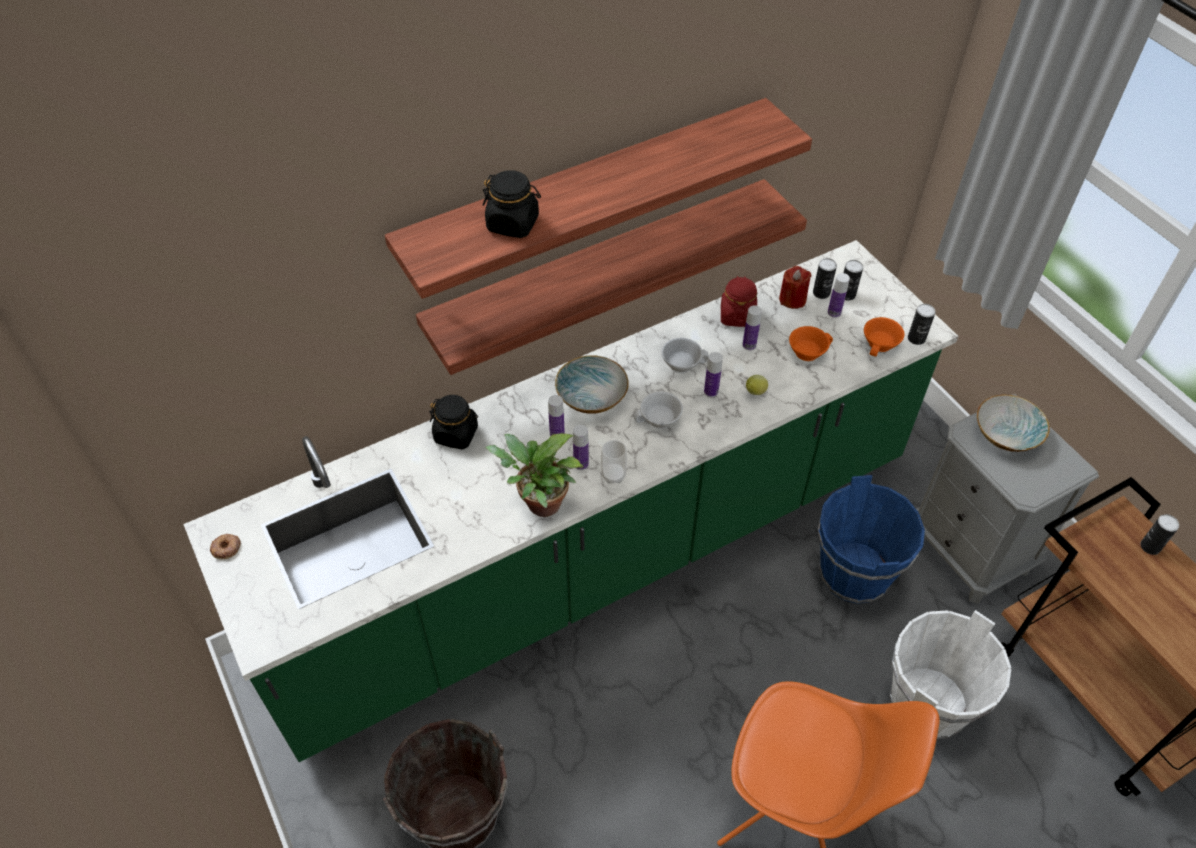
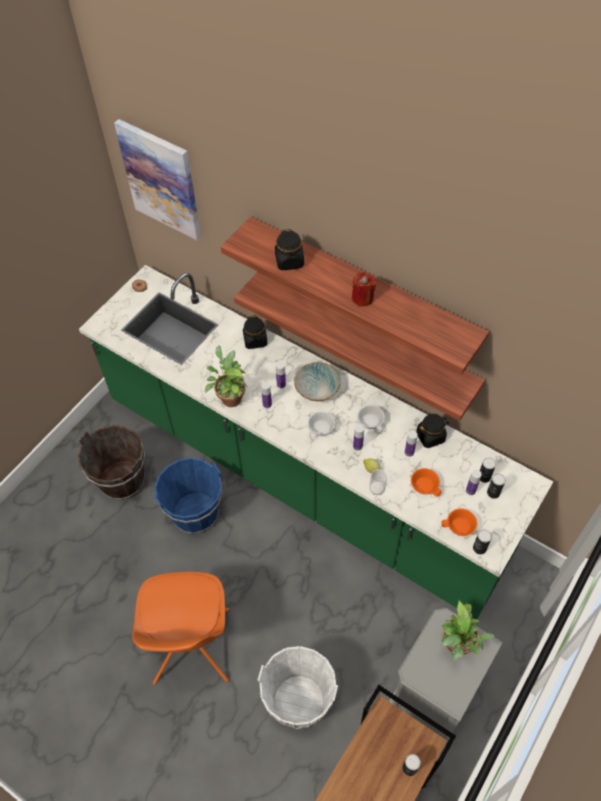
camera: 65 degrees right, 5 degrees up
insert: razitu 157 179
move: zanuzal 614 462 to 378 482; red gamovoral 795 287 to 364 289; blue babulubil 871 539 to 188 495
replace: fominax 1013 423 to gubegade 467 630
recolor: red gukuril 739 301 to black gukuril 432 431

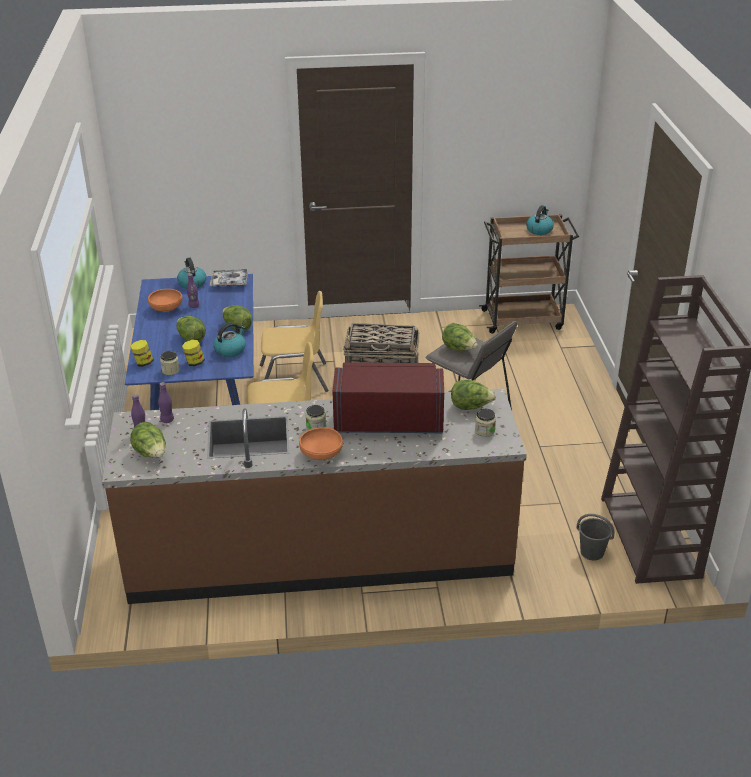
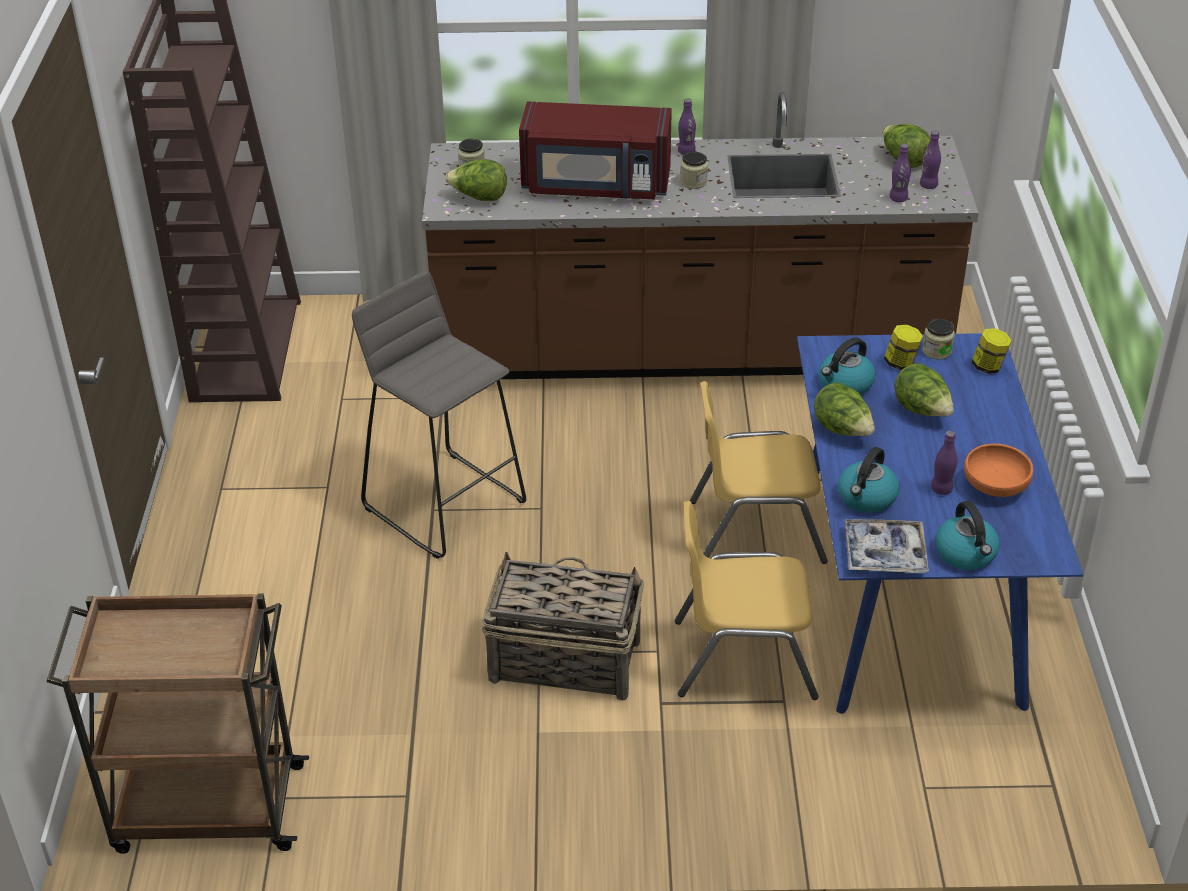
camera: 175 degrees left, 5 degrees up
delete: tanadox 460 337; grey babulubil 595 537
move: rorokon 540 220 to 868 480
replace: orange fominax 321 443 to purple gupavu 687 126

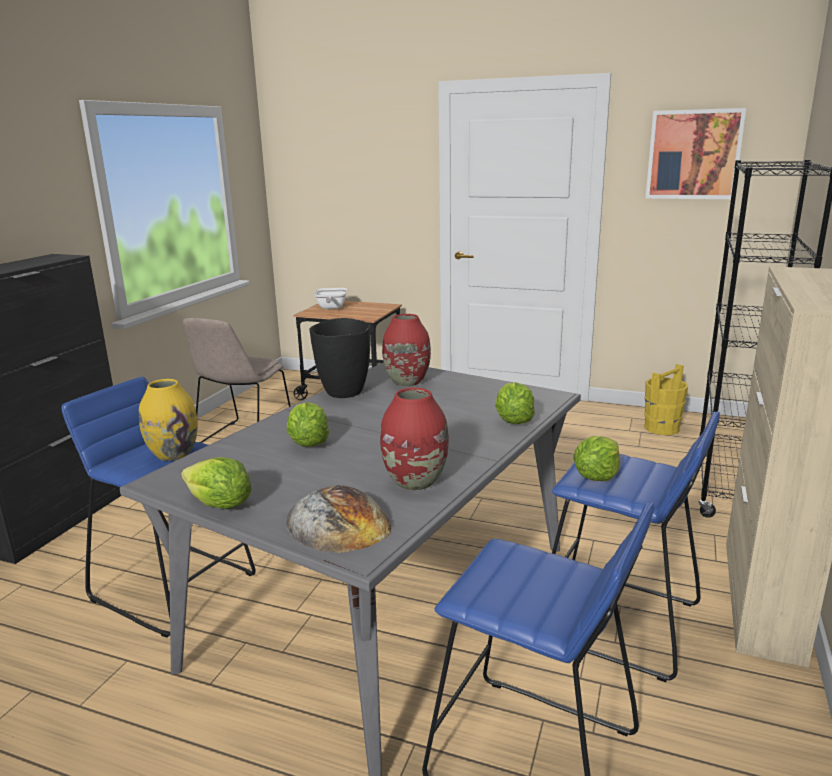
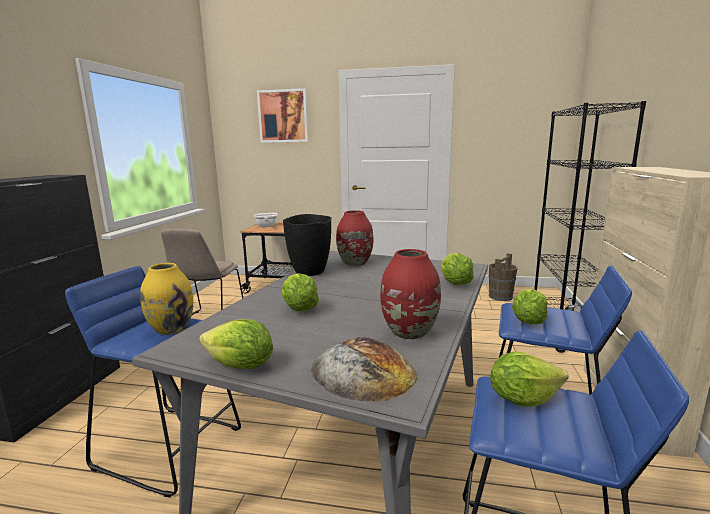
camera: 10 degrees left, 5 degrees down
insert: tanadox 529 379
move: razitu 695 153 to 283 115
recolor: yellow babulubil 666 399 to brown babulubil 503 277

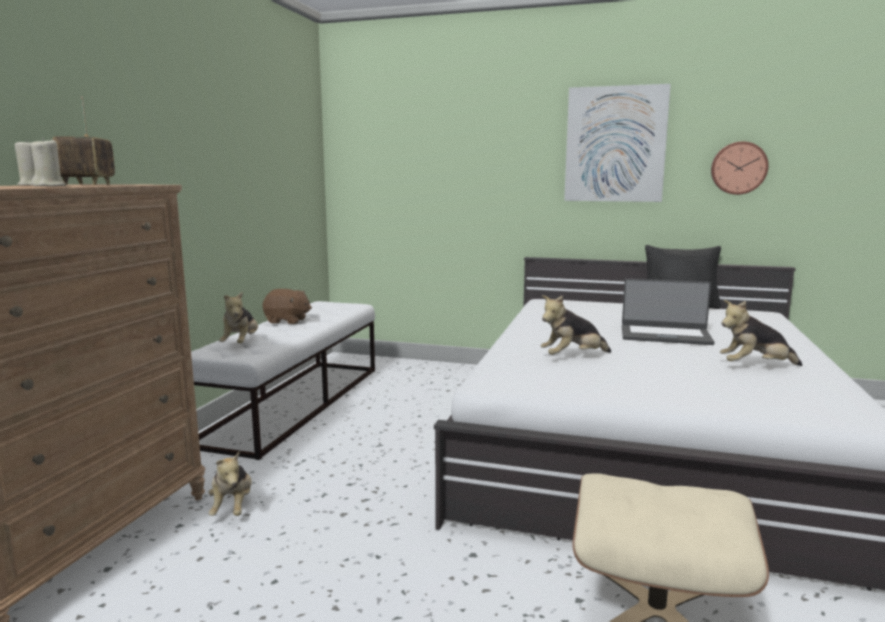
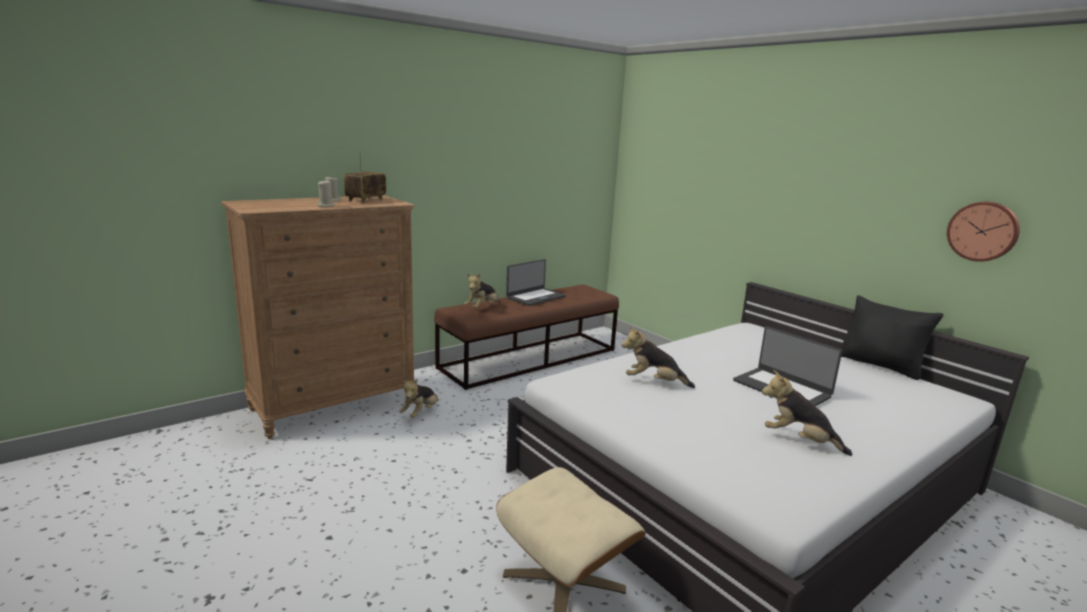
camera: 35 degrees right, 5 degrees up
delete: razitu 617 143
replace: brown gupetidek 287 306 to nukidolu 536 282
recolor: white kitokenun 283 380 to brown kitokenun 526 337

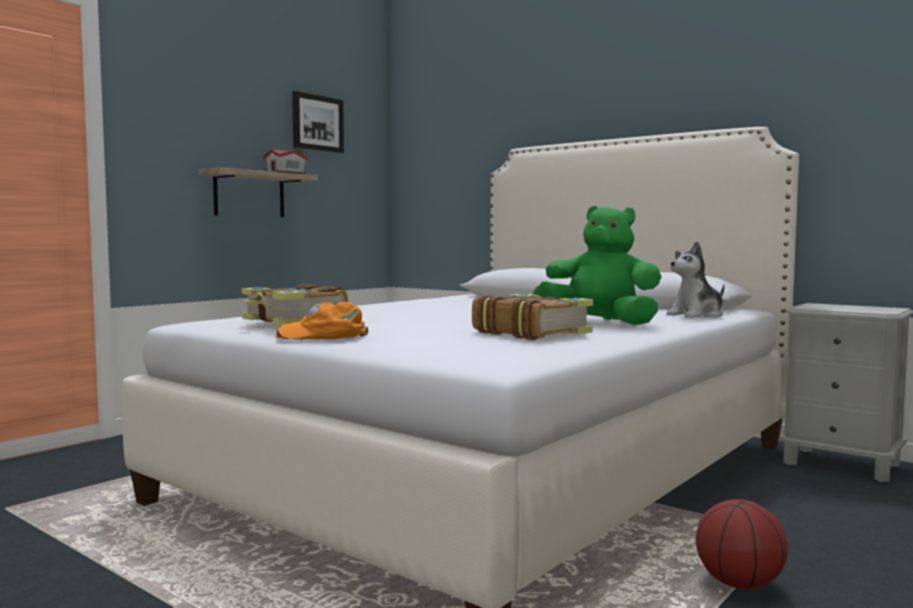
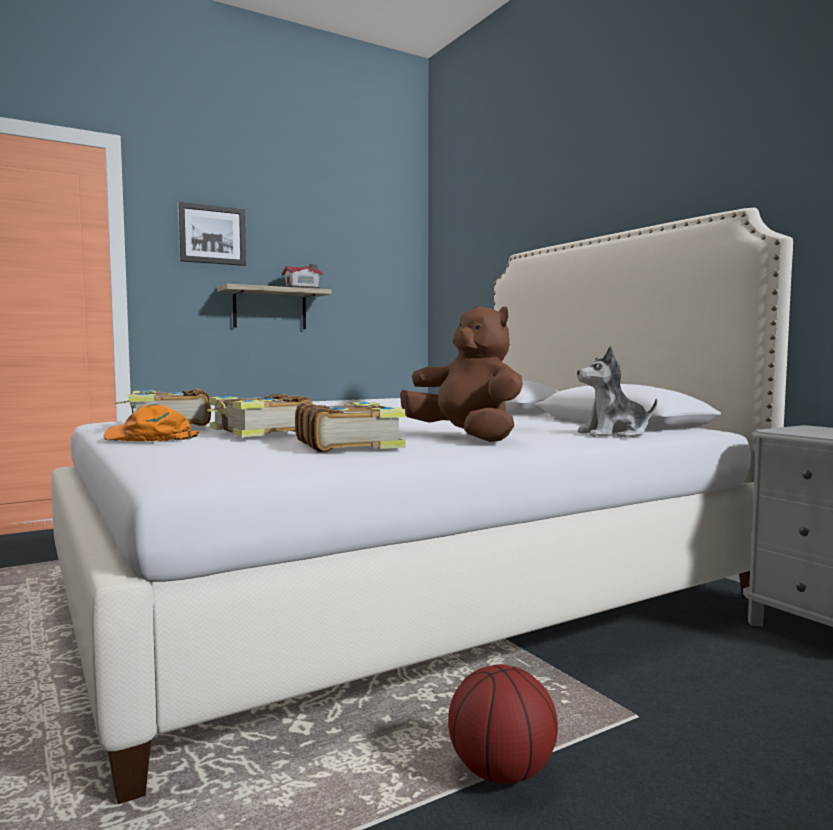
camera: 20 degrees right, 0 degrees up
insert: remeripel 260 415
move: razitu 318 122 to 212 234
recolor: green gupetidek 597 265 to brown gupetidek 461 374

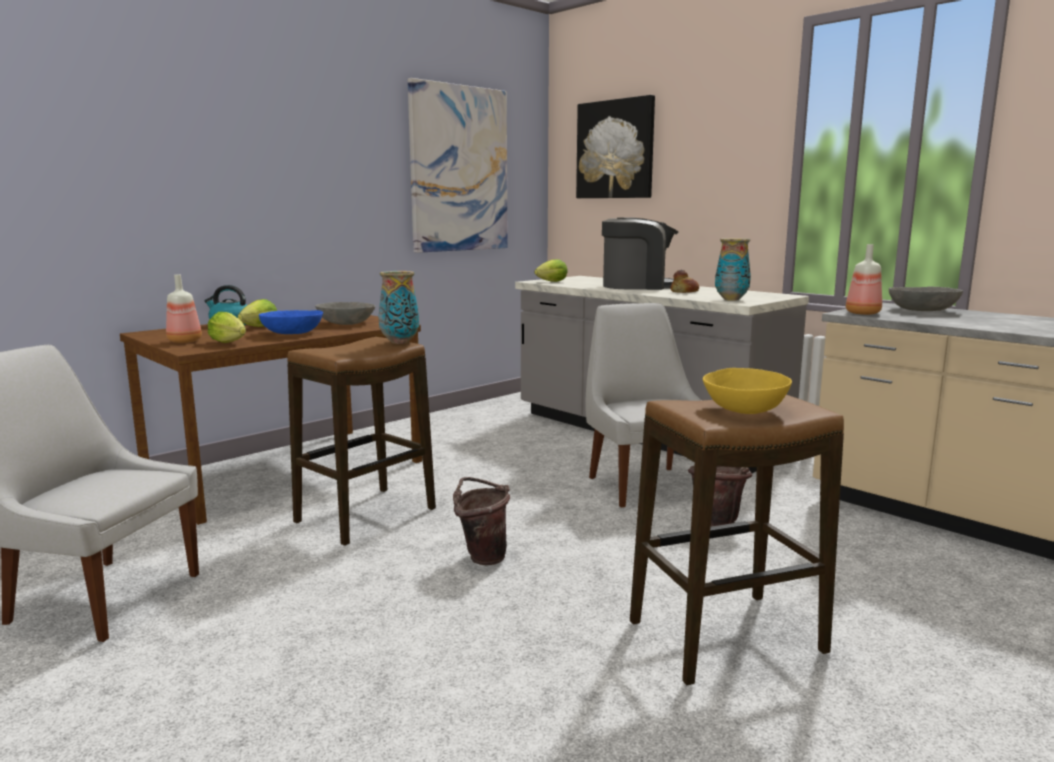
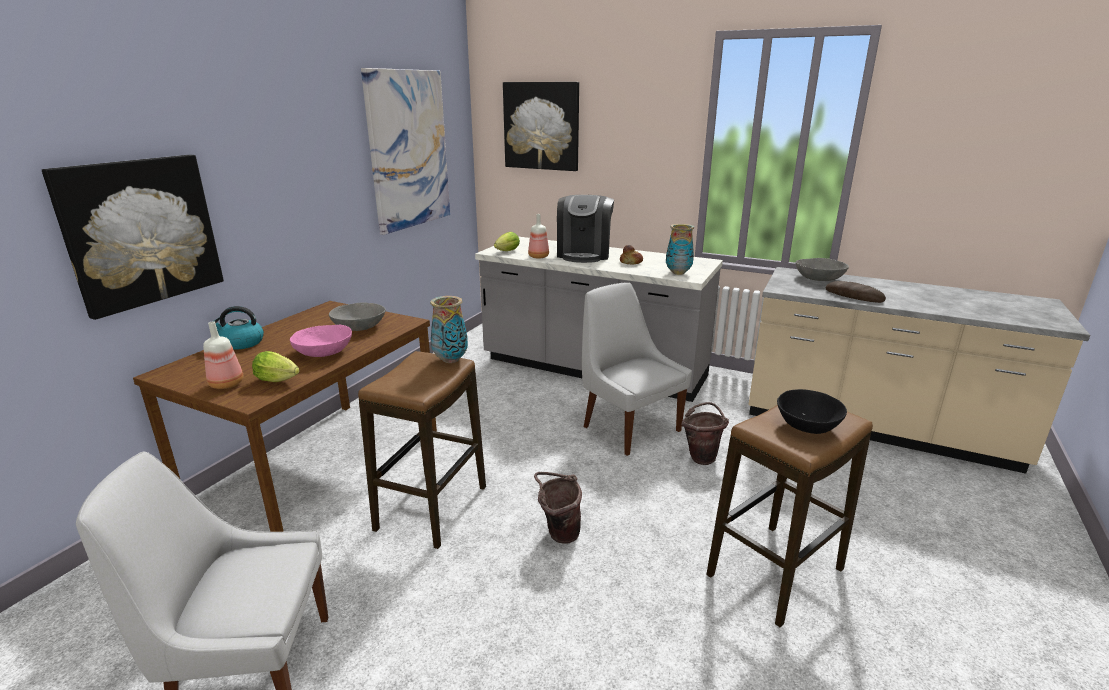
camera: 20 degrees left, 10 degrees up
delete: tanadox 257 313
insert: razitu 133 237; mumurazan 856 292
move: gupavu 864 279 to 538 236
recolor: blue fominax 291 322 to pink fominax 321 341; yellow fominax 747 391 to black fominax 812 411
rotate: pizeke 640 253 = 585 229 120 degrees clockwise

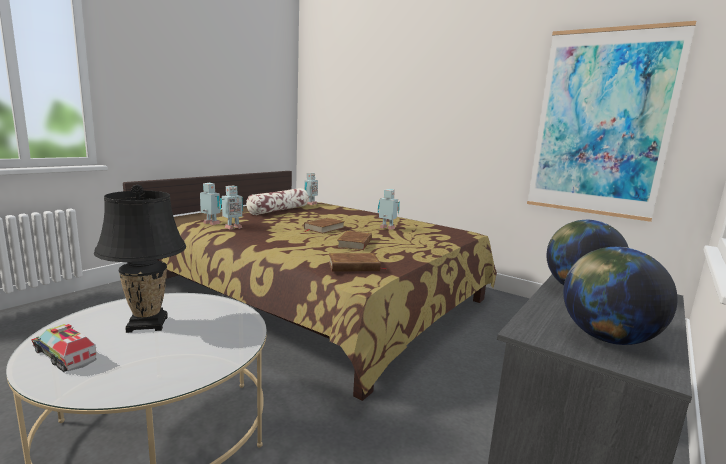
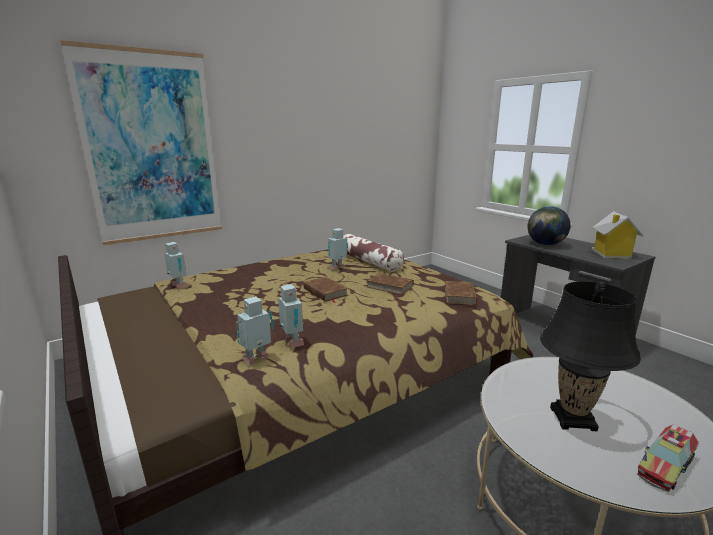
camera: 70 degrees left, 5 degrees up
move: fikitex 277 201 to 373 253; razitu 611 121 to 141 142
replace: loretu 620 296 to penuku 618 235

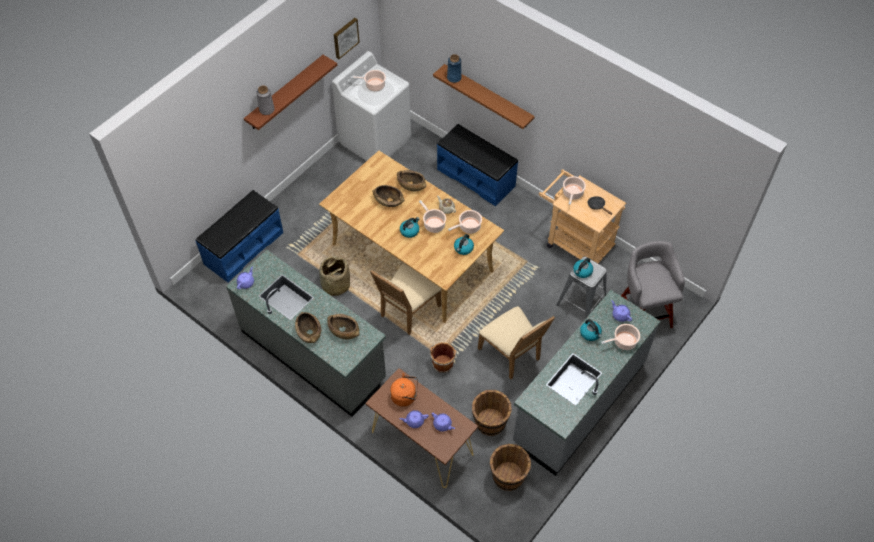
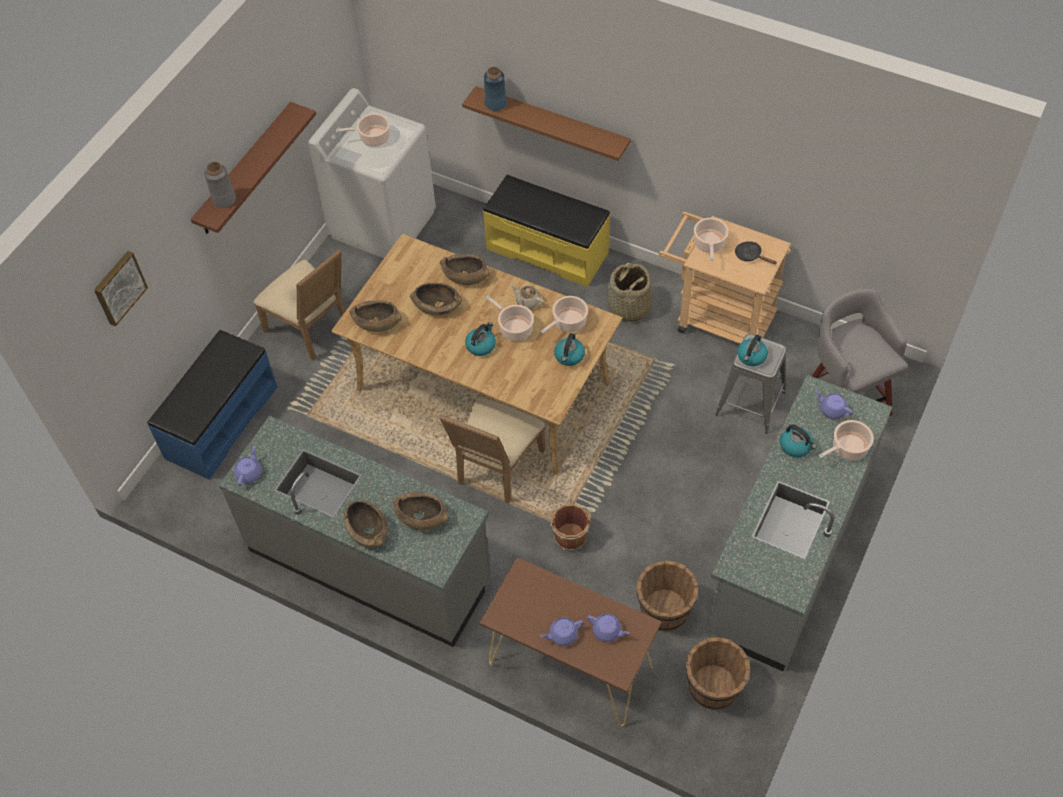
camera: 10 degrees left, 0 degrees up
delete: orange rorokon 404 390
insert: brown fominax 375 316
move: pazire 334 276 to 630 293; razitu 347 38 to 121 288; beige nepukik 516 342 to 299 305
recolor: blue kitokenun 477 165 to yellow kitokenun 546 231

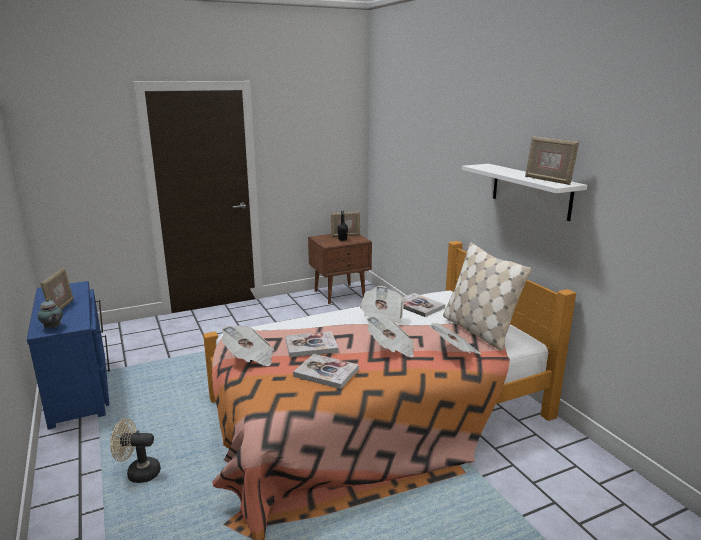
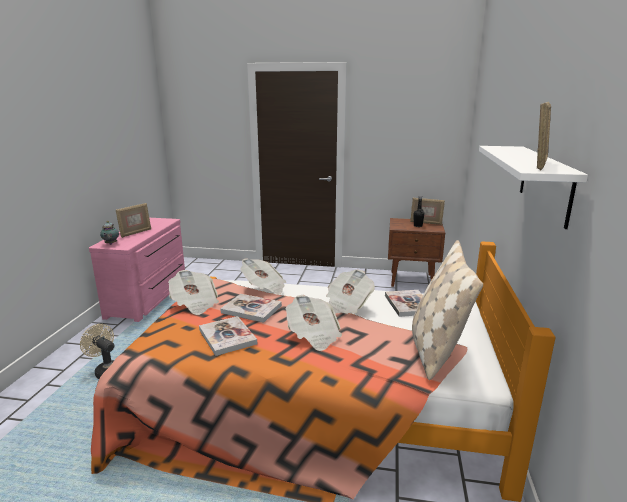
camera: 35 degrees right, 0 degrees up
move: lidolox 455 338 to 263 276
recolor: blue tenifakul 68 355 to pink tenifakul 137 270
rotate: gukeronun 552 160 = 544 136 150 degrees counterclockwise

